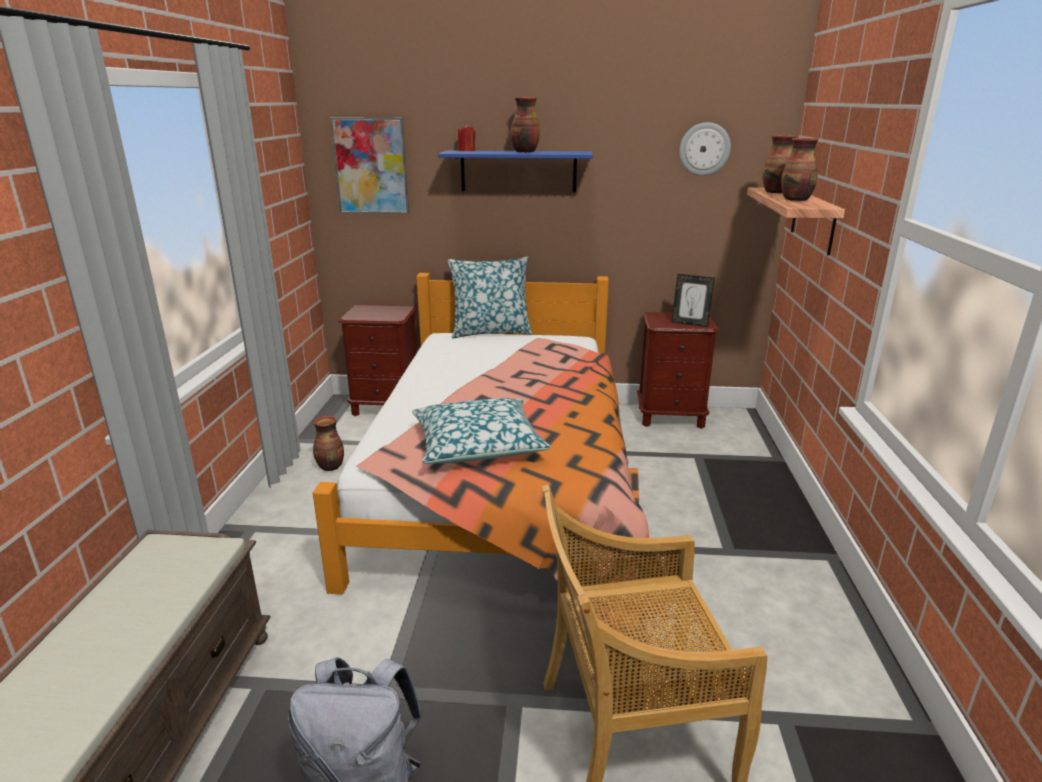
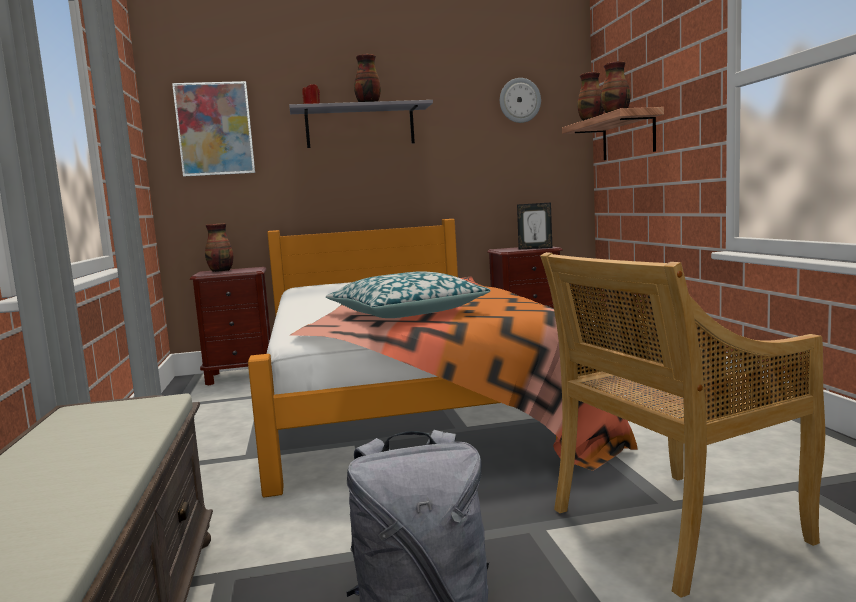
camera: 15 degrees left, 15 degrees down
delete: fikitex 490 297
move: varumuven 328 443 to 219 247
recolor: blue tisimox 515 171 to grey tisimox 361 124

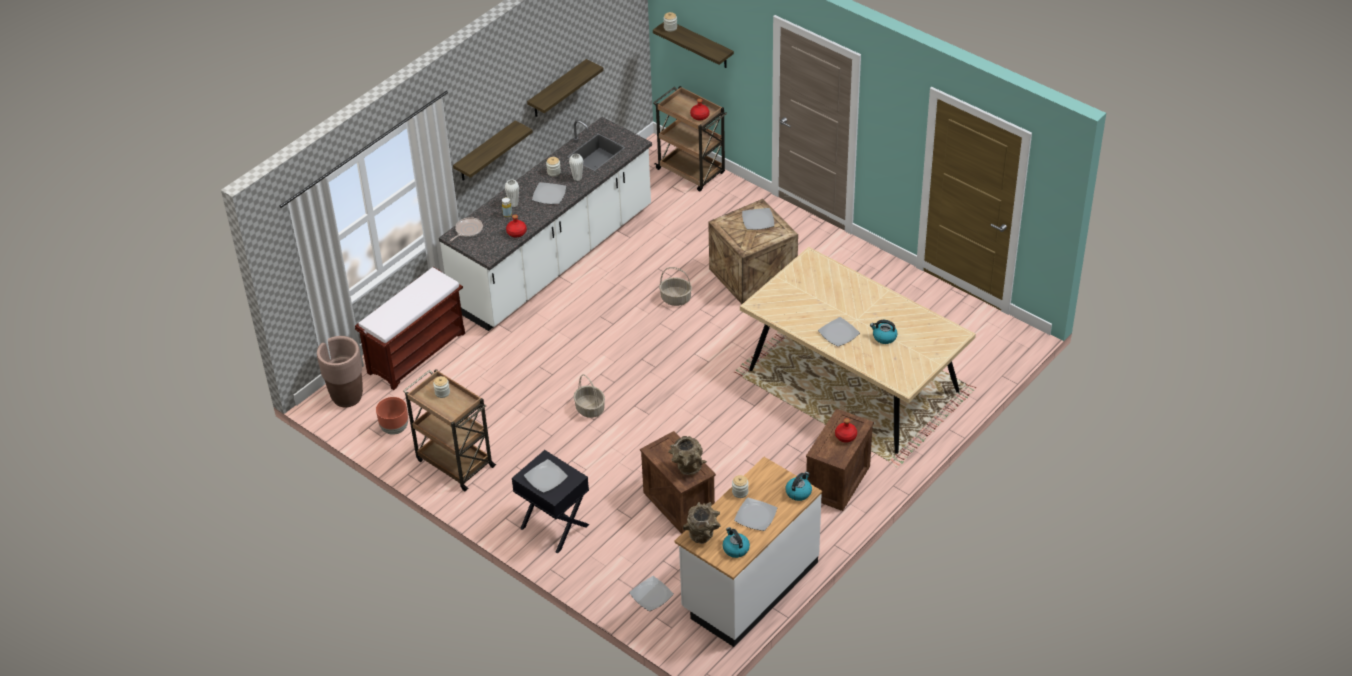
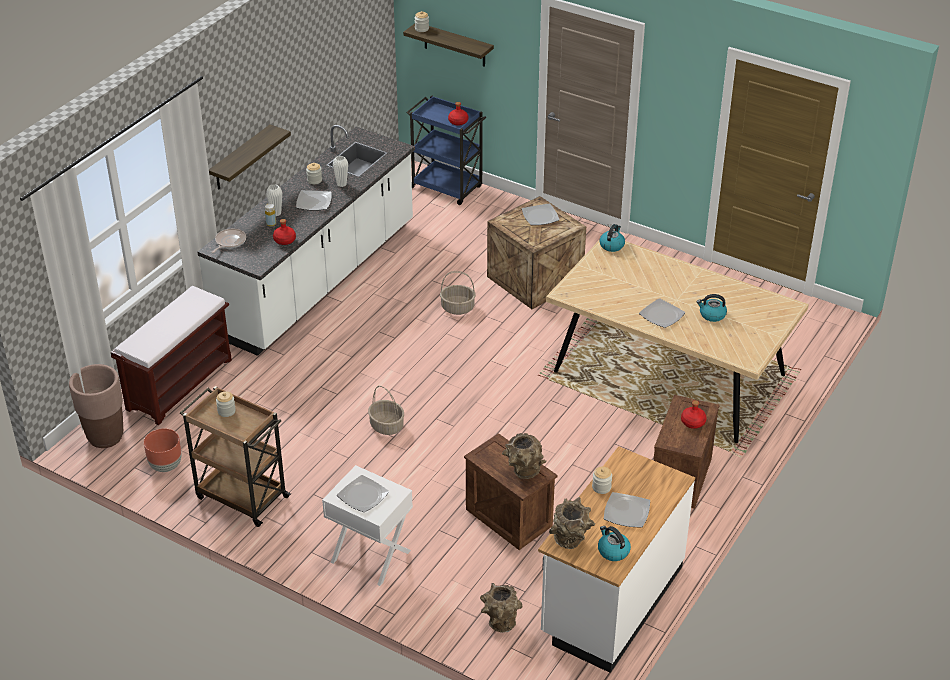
camera: 10 degrees left, 5 degrees down
delete: tisimox 565 88
move: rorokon 798 486 to 612 238
replace: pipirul 651 593 to brown varumuven 501 608
recolor: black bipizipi 550 502 to white bipizipi 367 525; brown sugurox 690 138 to blue sugurox 446 150

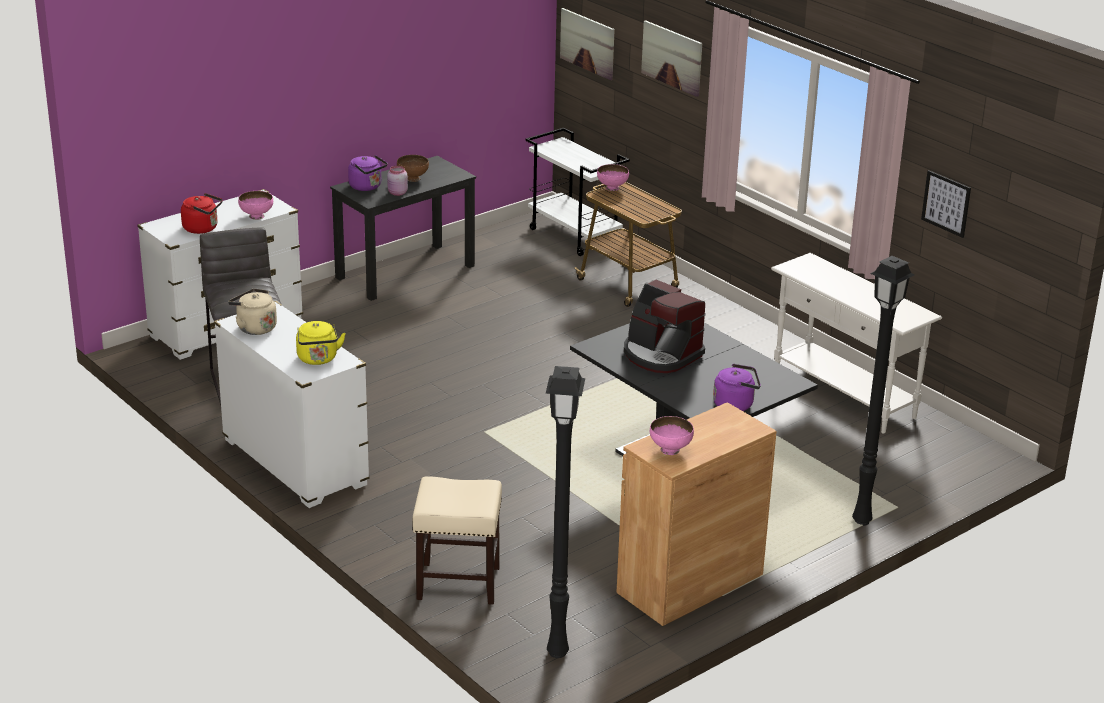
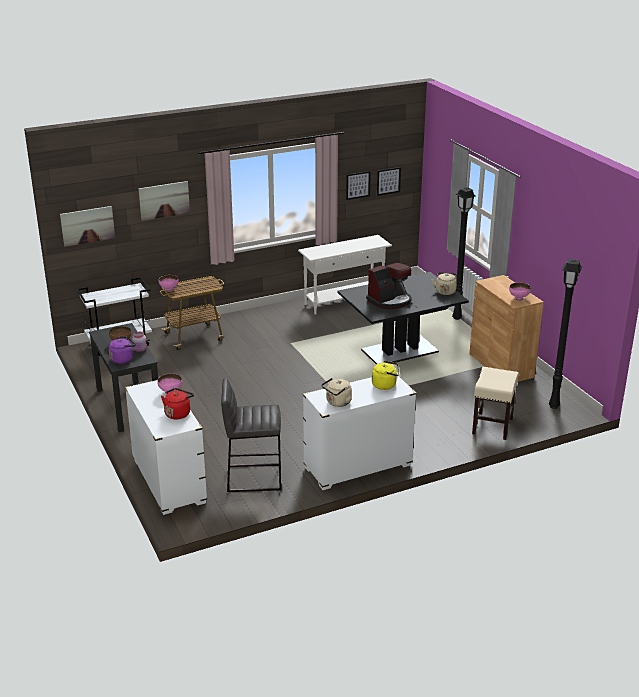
camera: 75 degrees left, 0 degrees up
insert: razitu 389 181
recolor: purple rorokon 737 387 to beige rorokon 444 283

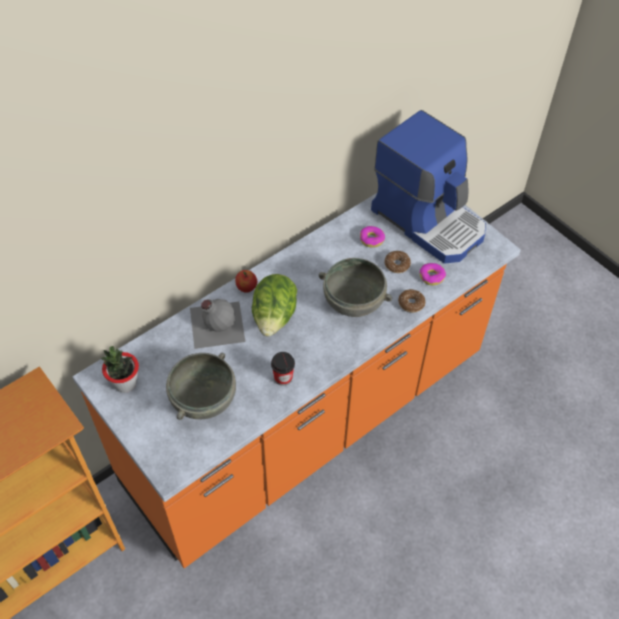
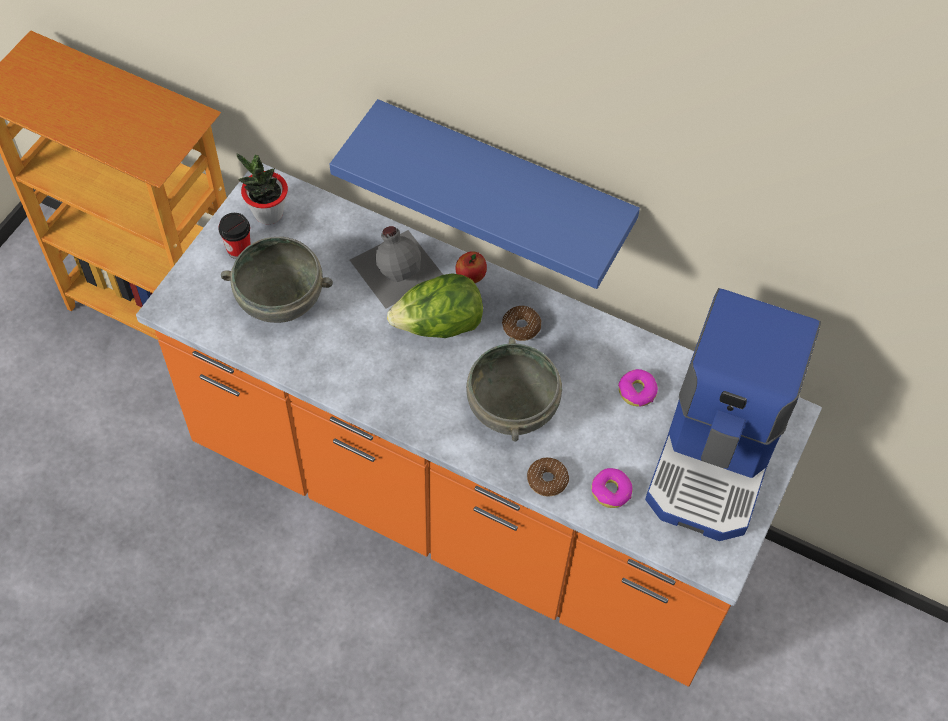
camera: 65 degrees right, 5 degrees up
insert: blue tisimox 485 194
move: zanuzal 283 369 to 234 236; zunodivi 398 262 to 521 323

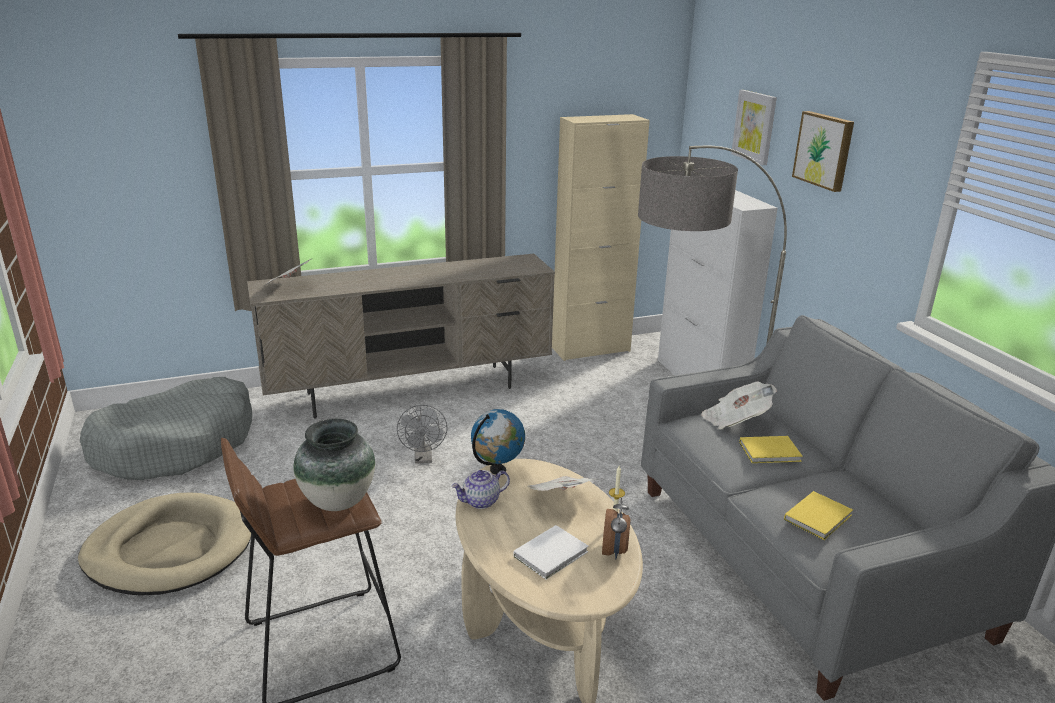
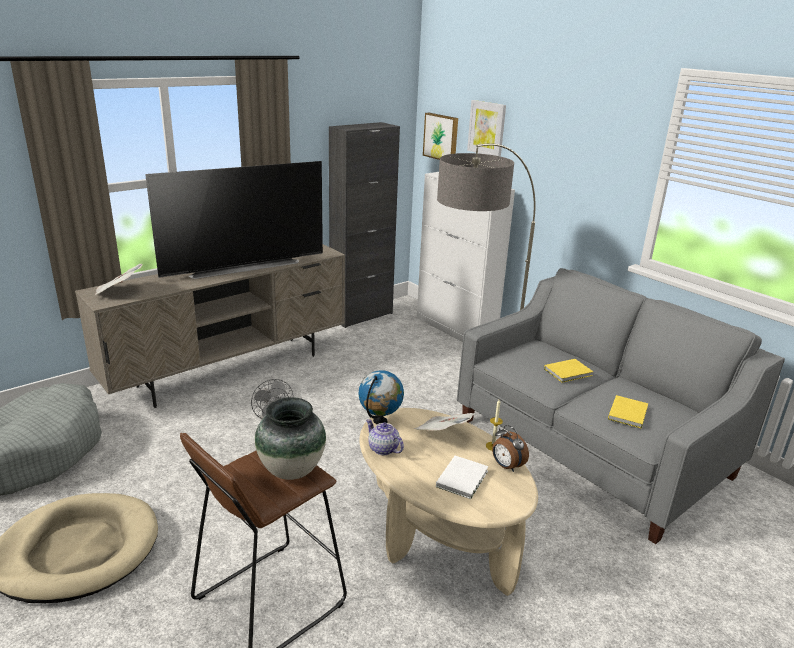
camera: 20 degrees left, 0 degrees up
delete: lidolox 739 405
insert: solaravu 234 220
move: razitu 823 151 to 440 136
recolor: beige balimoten 601 237 to black balimoten 364 225
rotate: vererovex 481 489 = 385 437 90 degrees clockwise; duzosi 616 528 = 510 448 150 degrees clockwise

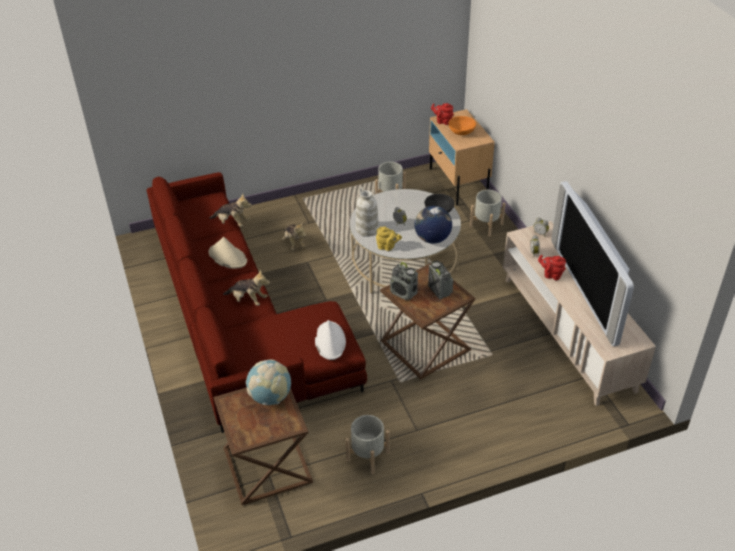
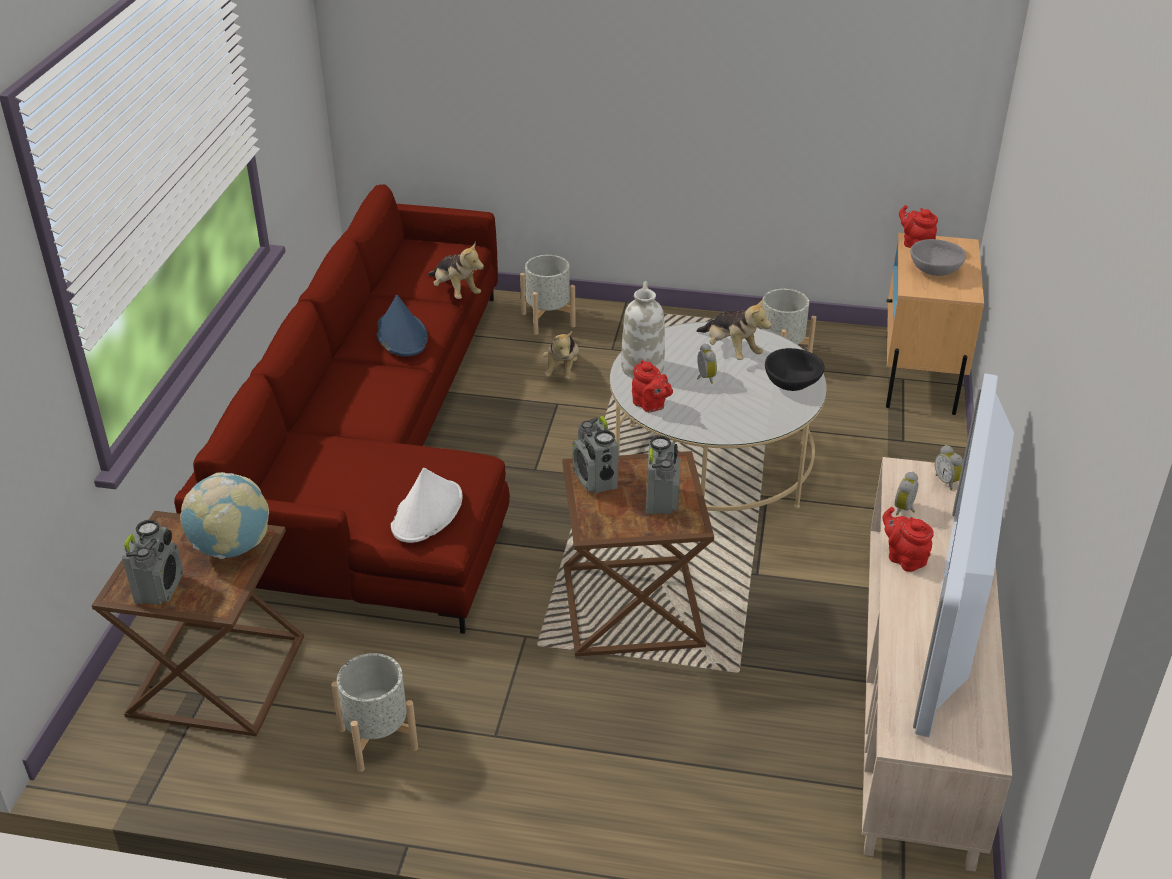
camera: 30 degrees right, 5 degrees down
delete: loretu 433 225
insert: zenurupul 152 562
move: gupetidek 246 287 to 734 329; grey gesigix 487 213 to 547 295
recolor: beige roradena 227 253 to blue roradena 402 326; yellow vererovex 389 238 to red vererovex 652 386; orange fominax 462 125 to grey fominax 938 257

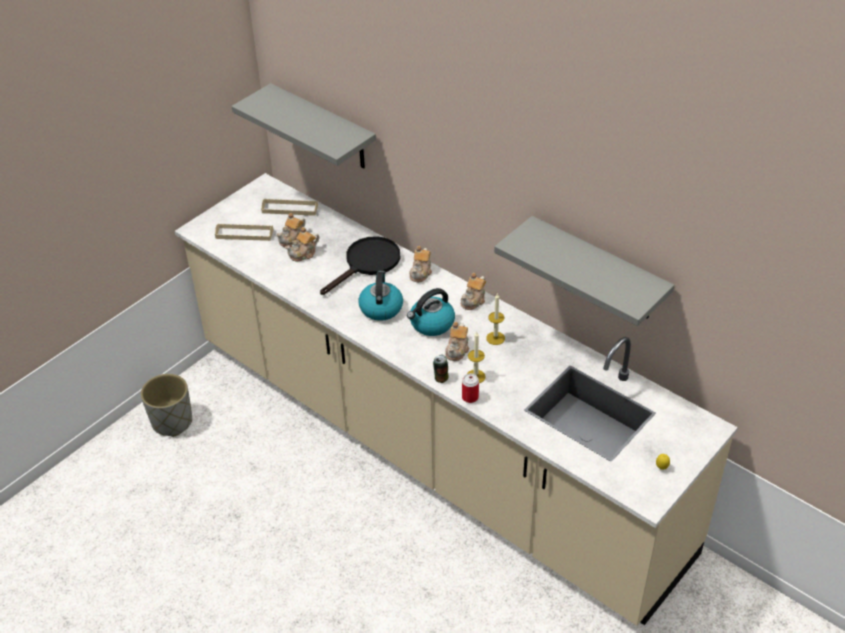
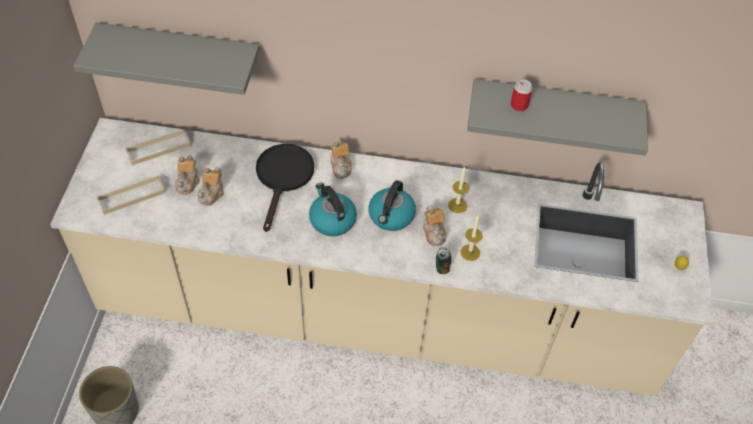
camera: 35 degrees left, 10 degrees up
delete: vererovex 473 291
move: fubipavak 470 388 to 521 95

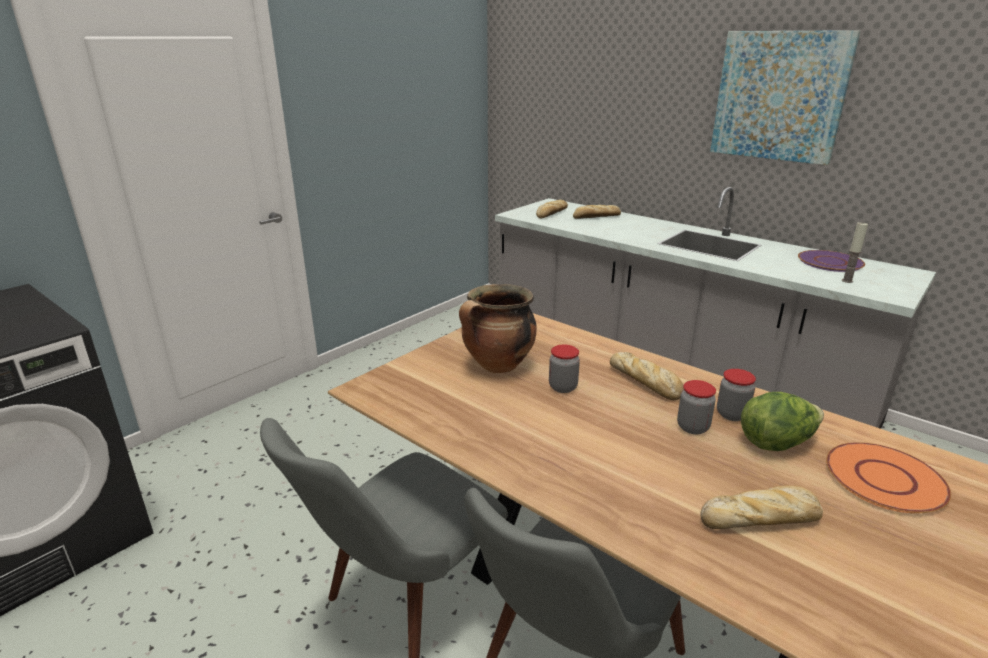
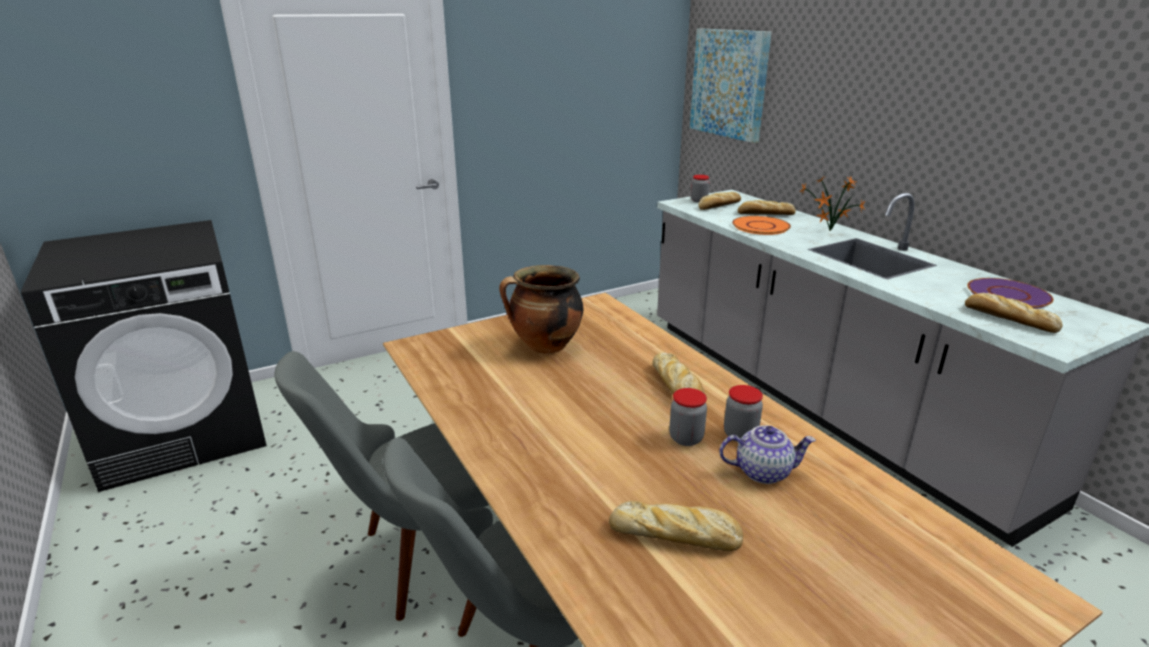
camera: 20 degrees right, 0 degrees up
insert: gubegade 832 203
move: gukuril 564 368 to 700 189; razitu 785 97 to 731 85; orange pipirul 888 477 to 761 225
replace: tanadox 782 421 to vererovex 767 454; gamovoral 855 252 to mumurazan 1014 313

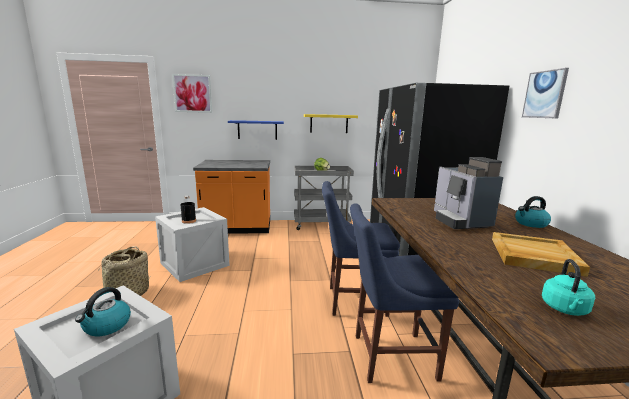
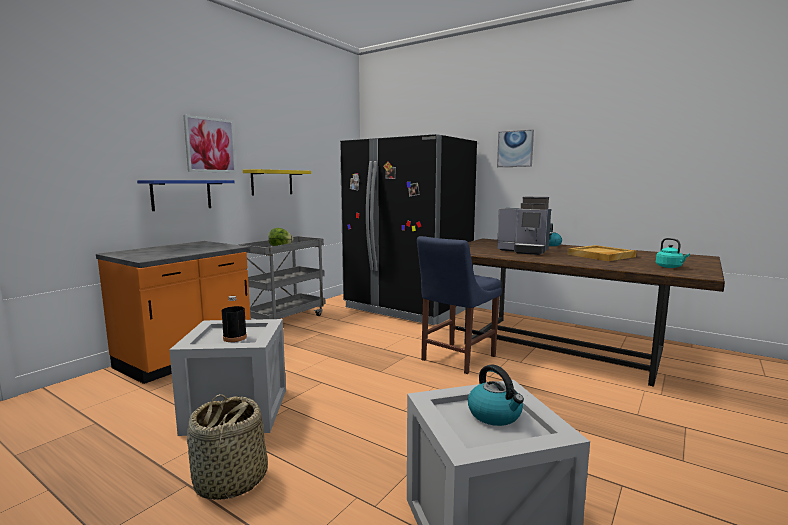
camera: 50 degrees left, 5 degrees down
delete: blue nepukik 404 293
move: razitu 192 93 to 209 144

